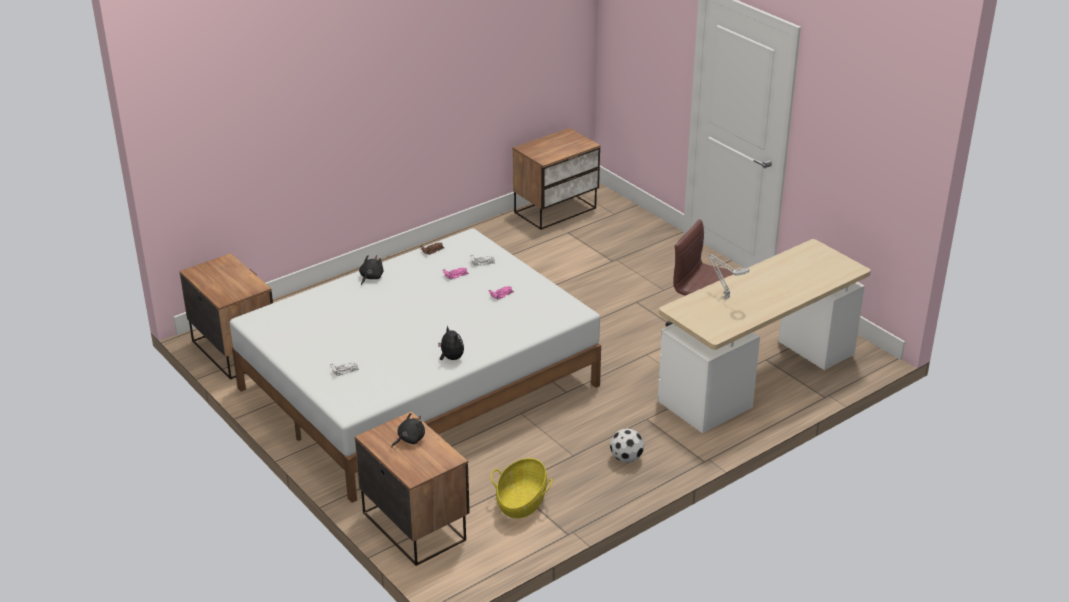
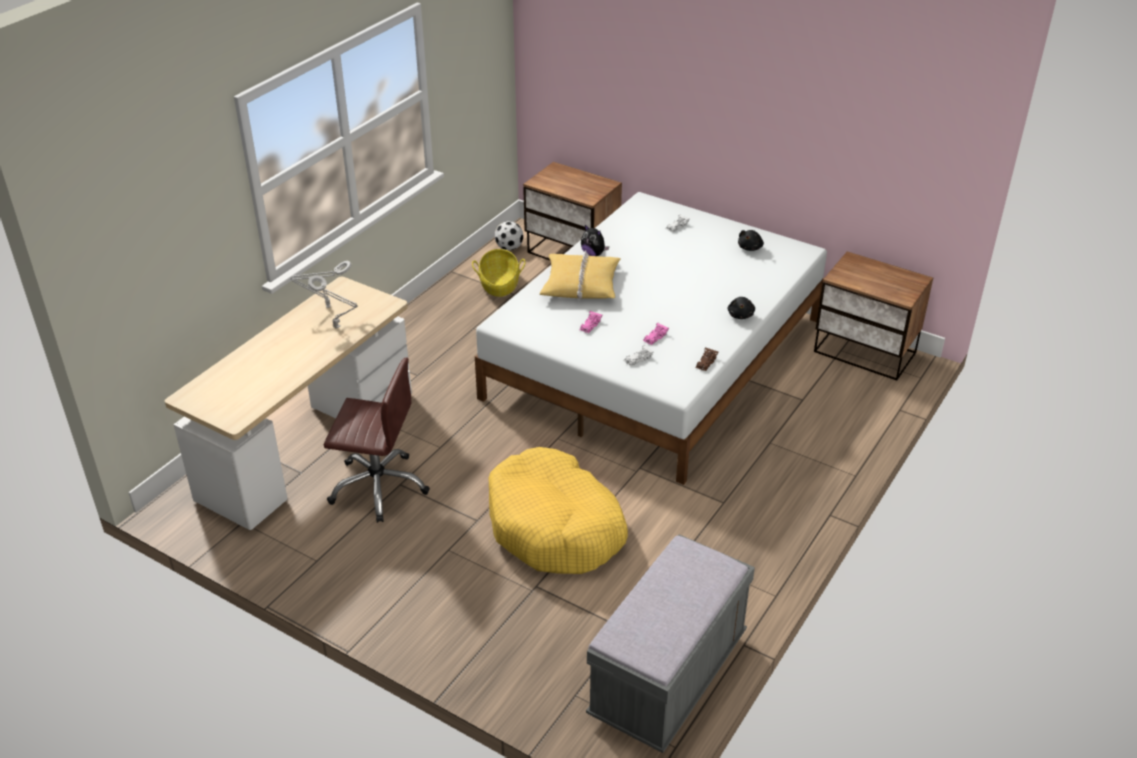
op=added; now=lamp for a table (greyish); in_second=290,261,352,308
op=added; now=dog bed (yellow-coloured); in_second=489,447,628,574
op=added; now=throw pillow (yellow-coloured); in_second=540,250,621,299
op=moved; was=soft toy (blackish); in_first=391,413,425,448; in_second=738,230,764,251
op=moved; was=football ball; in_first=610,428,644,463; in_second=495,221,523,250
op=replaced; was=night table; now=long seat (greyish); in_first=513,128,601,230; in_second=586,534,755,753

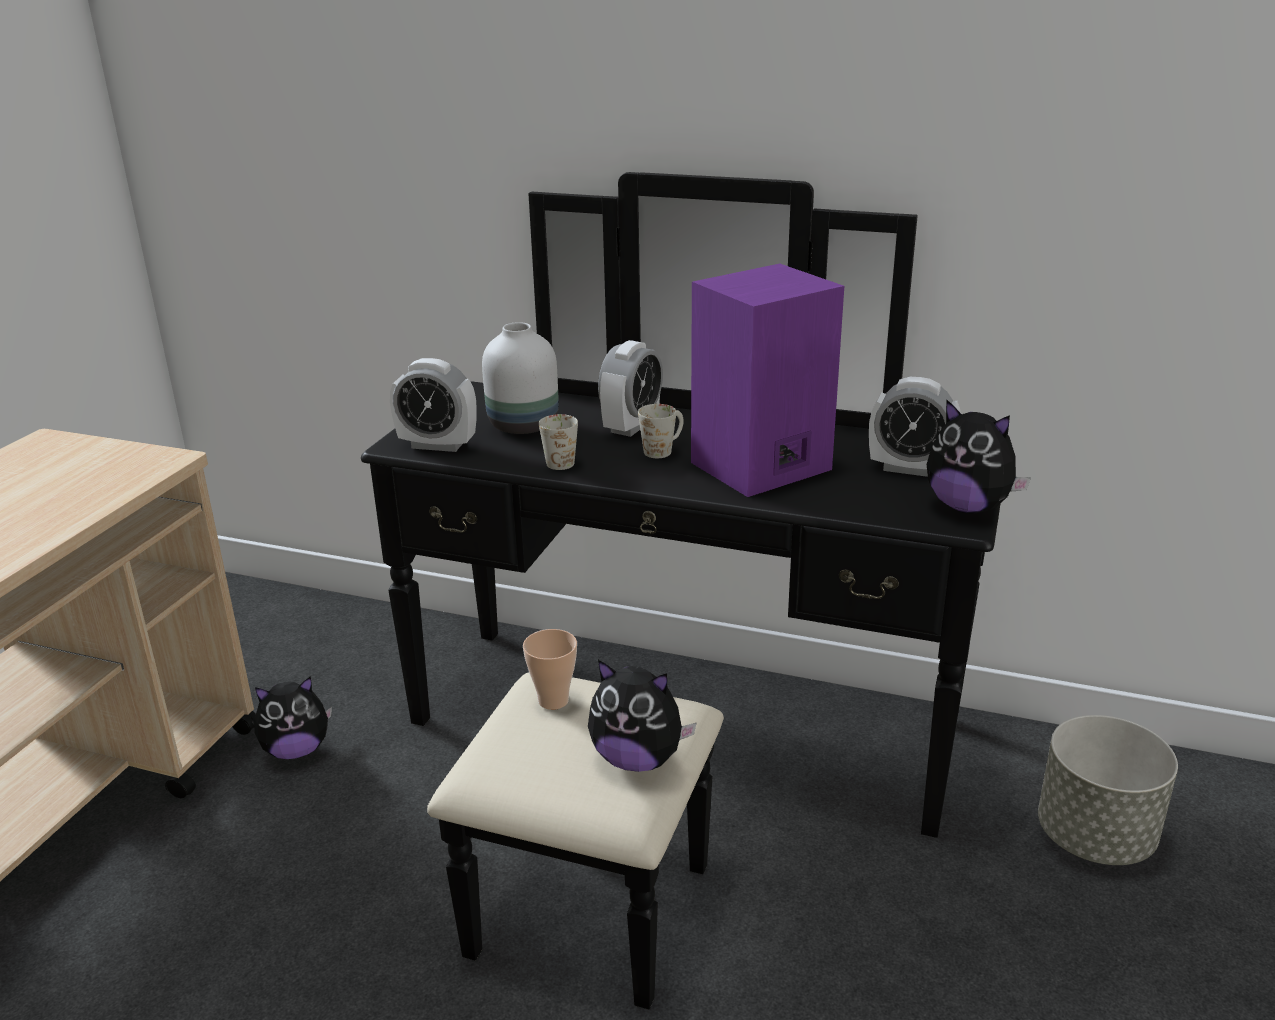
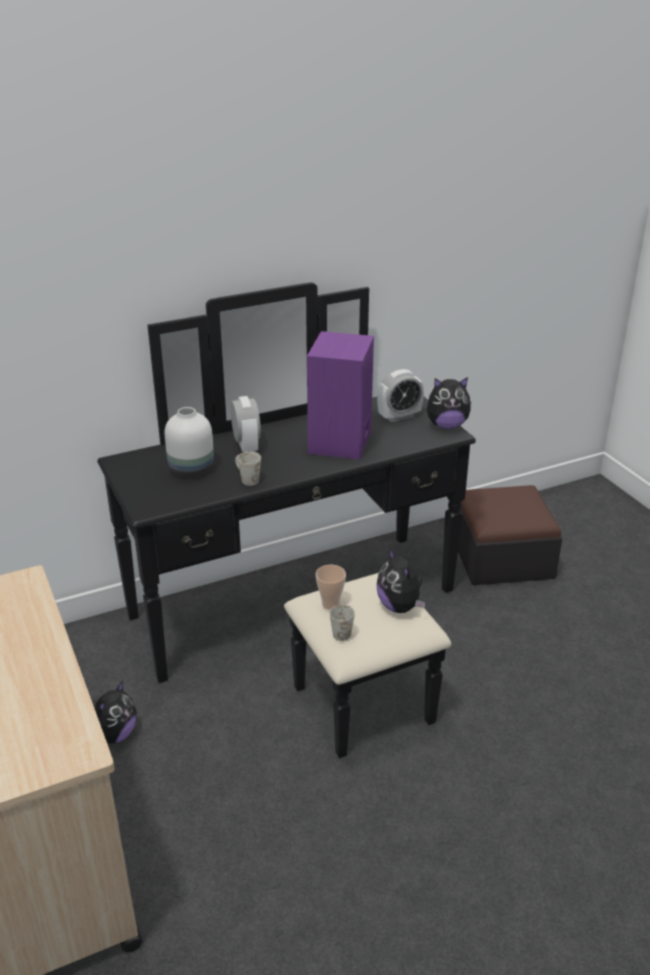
op=removed; was=bedside clock; in_first=390,358,477,452
op=moved; was=mug (whitish); in_first=638,404,683,458; in_second=330,604,355,641
op=replaced; was=planter (greyish); now=ottoman; in_first=1038,715,1178,865; in_second=458,485,562,585
op=turned; was=soft toy; in_first=588,660,696,772; in_second=377,548,426,613; clockwise=90

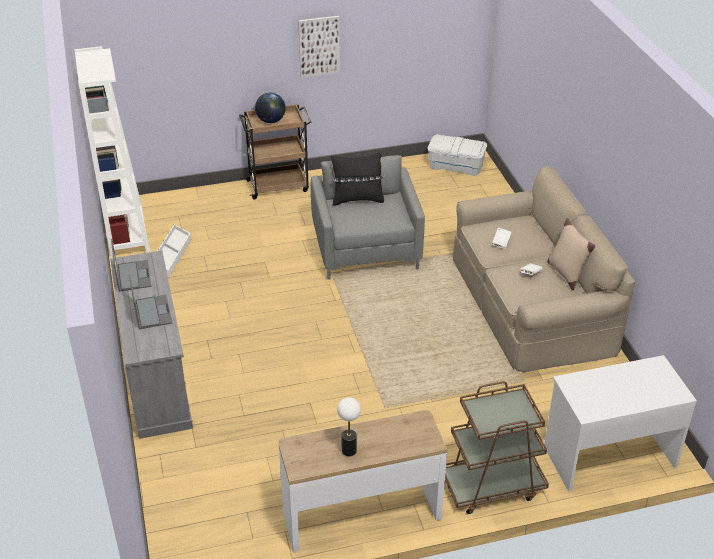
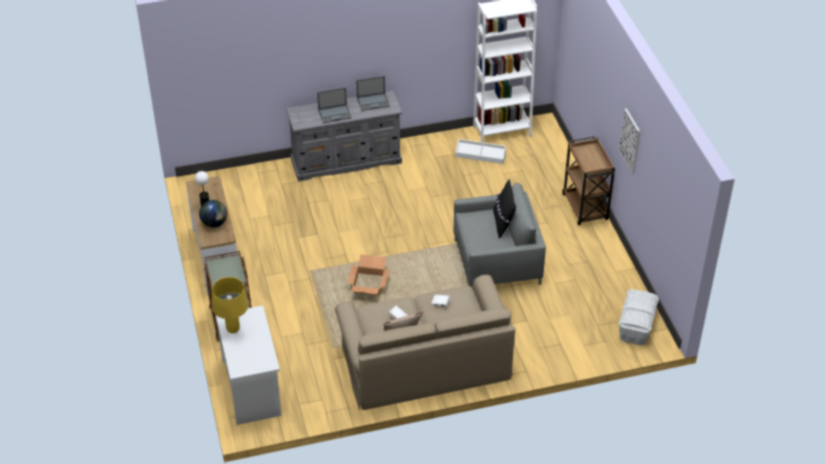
op=added; now=lamp for a table (yellow-coloured); in_second=212,277,249,333
op=added; now=packing box; in_second=348,254,390,295
op=moved; was=desk globe; in_first=255,93,286,123; in_second=199,200,227,228

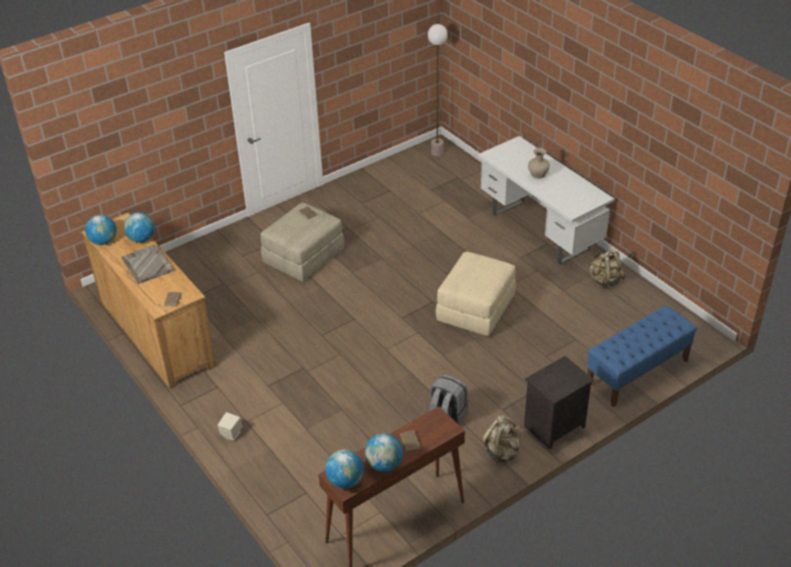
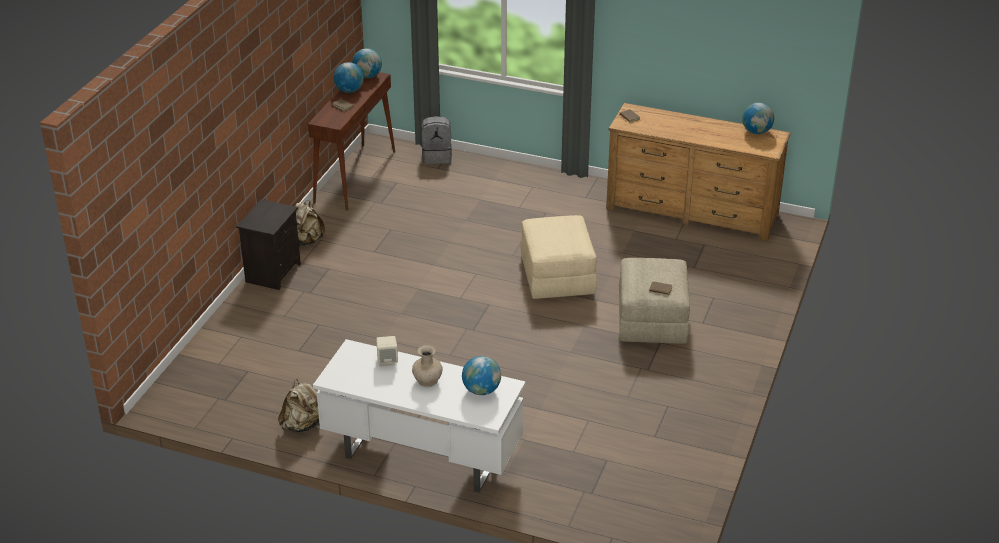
op=removed; was=carrying tray (greyish); in_first=121,244,174,284
op=removed; was=floor lamp; in_first=428,24,448,156
op=removed; was=long seat (blue-coloured); in_first=587,306,697,407
op=moved; was=desk globe; in_first=124,212,155,243; in_second=462,356,501,395
op=moved; was=speaker (beige); in_first=218,412,243,440; in_second=376,336,398,367
op=moved; was=knapsack (greyish); in_first=429,374,469,425; in_second=422,116,452,164
op=moved; was=ottoman (beige); in_first=436,252,516,336; in_second=520,215,597,299

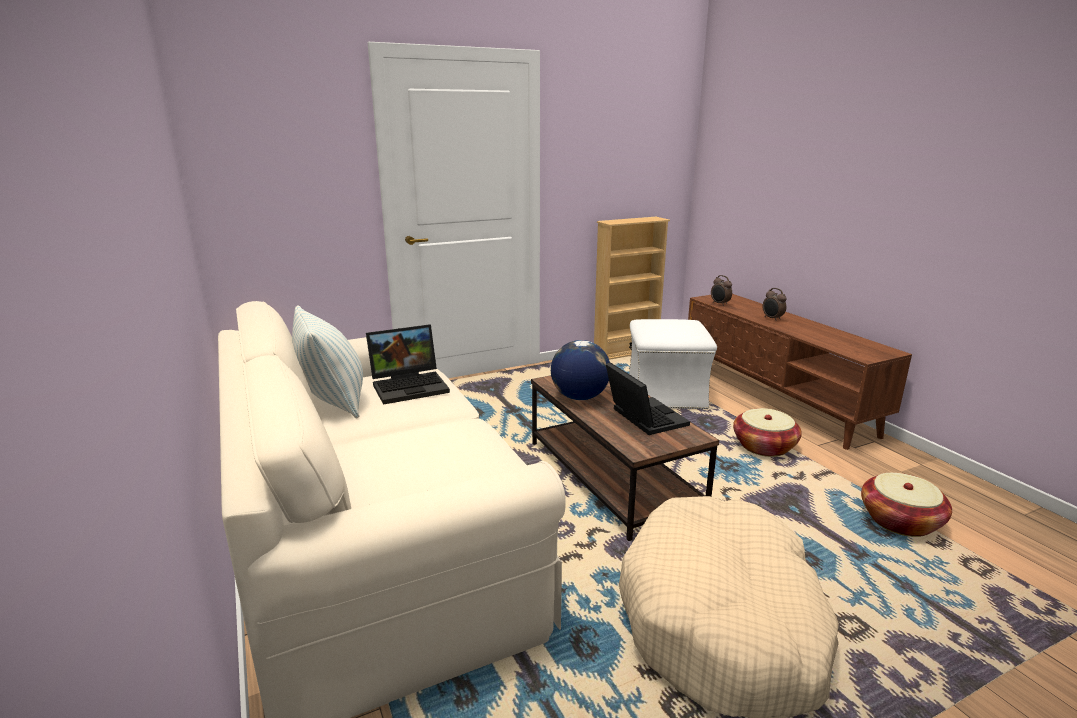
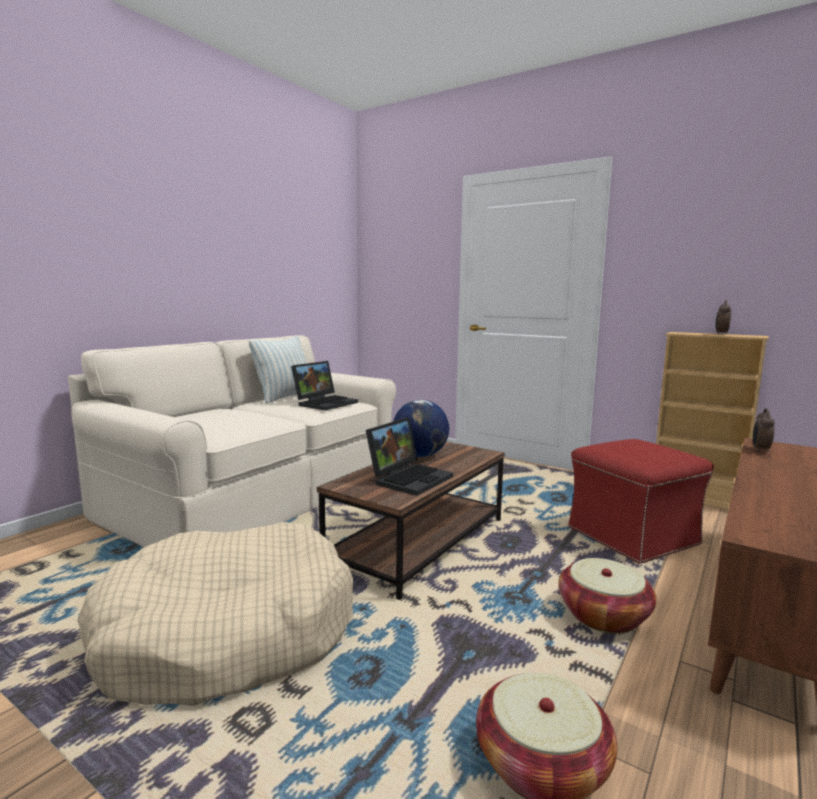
op=moved; was=bedside clock; in_first=763,288,786,321; in_second=716,300,731,334
op=recoloured; was=ottoman (whitish); now=ottoman (red); in_first=629,319,717,409; in_second=568,439,714,564
op=turned; was=portable computer; in_first=366,324,450,405; in_second=291,361,358,411; clockwise=-90

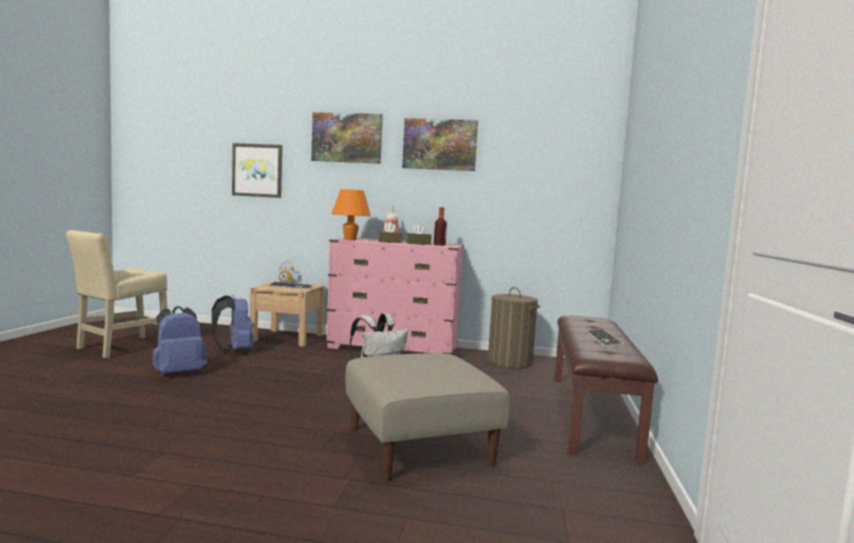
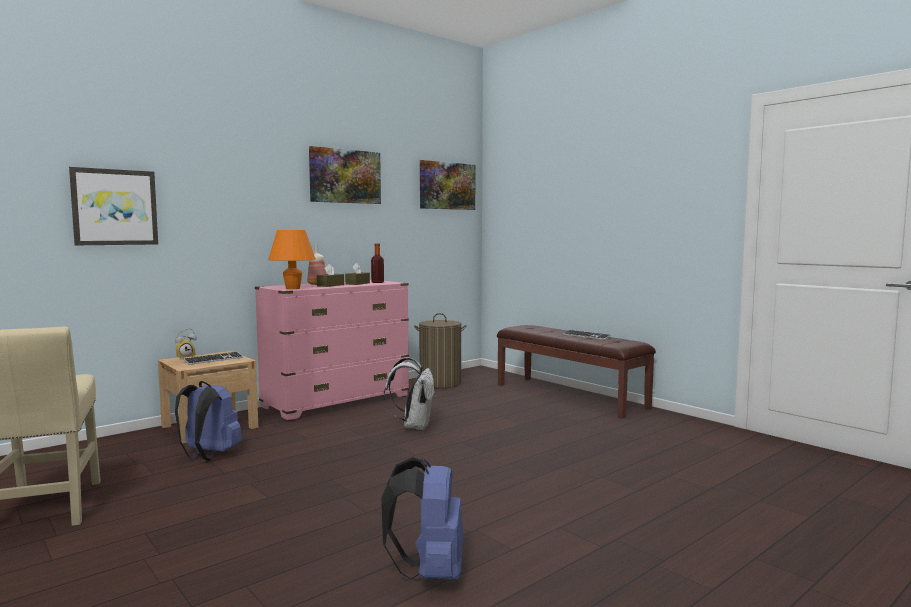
op=removed; was=ottoman (beige); in_first=345,353,510,482
op=moved; was=knapsack (blue-coloured); in_first=153,306,207,374; in_second=381,457,464,580
op=moved; was=picture; in_first=311,112,383,164; in_second=420,160,475,210

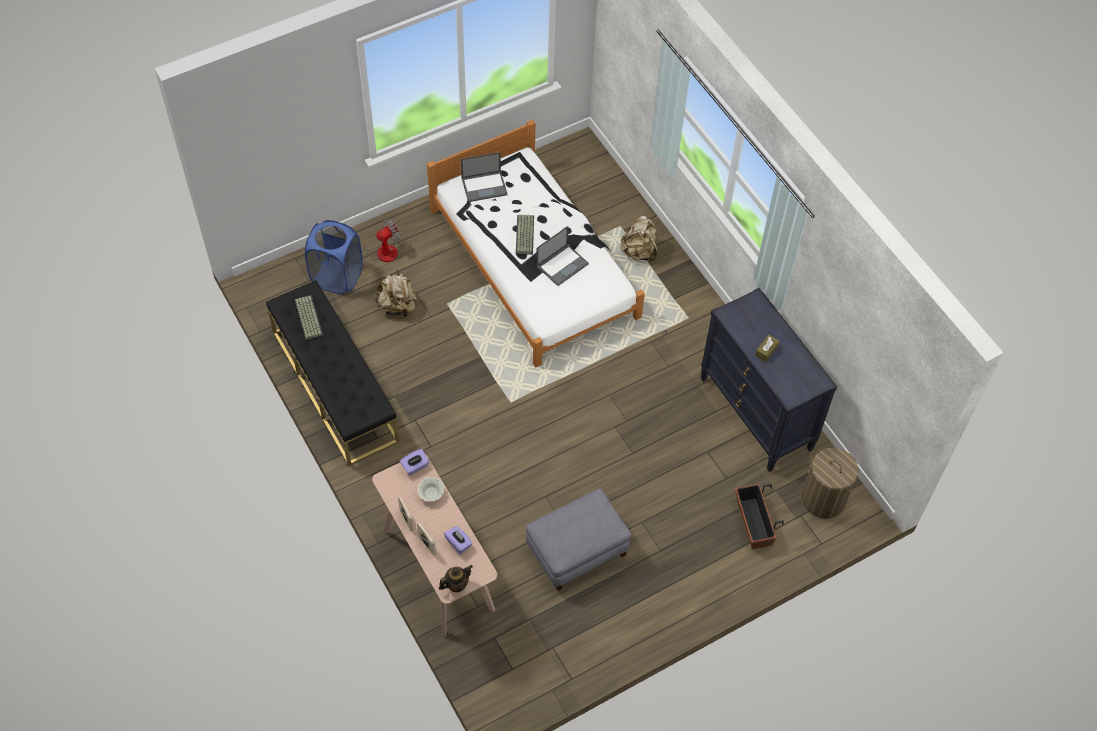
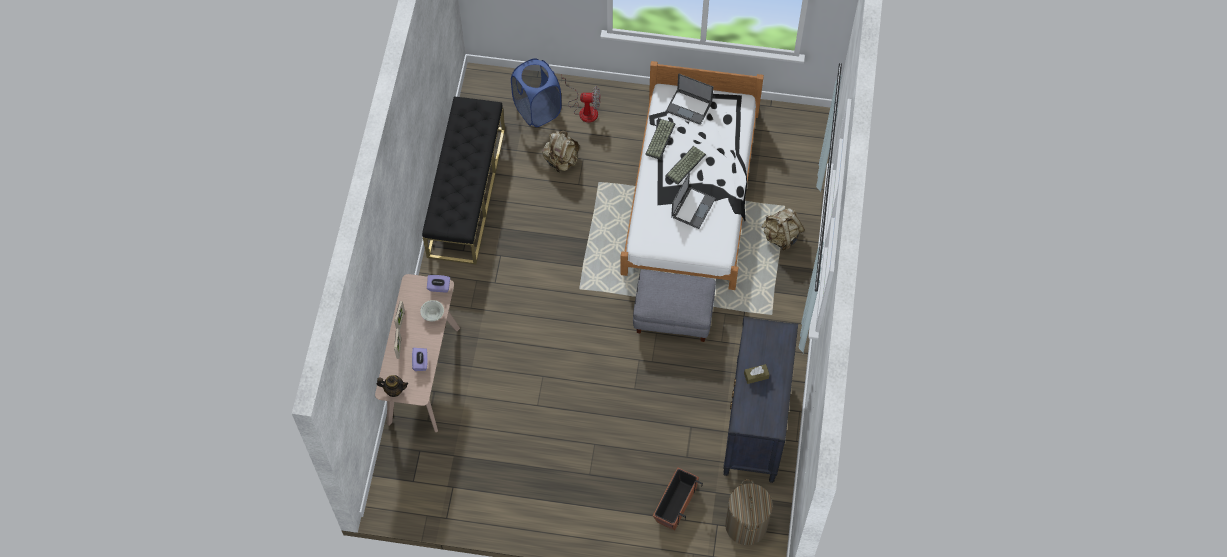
op=moved; was=keyboard; in_first=294,295,323,340; in_second=645,119,676,160
op=moved; was=ottoman (greyish); in_first=526,488,632,591; in_second=633,270,716,342
op=turned; was=portable computer; in_first=536,226,589,286; in_second=671,172,716,229; clockwise=-60

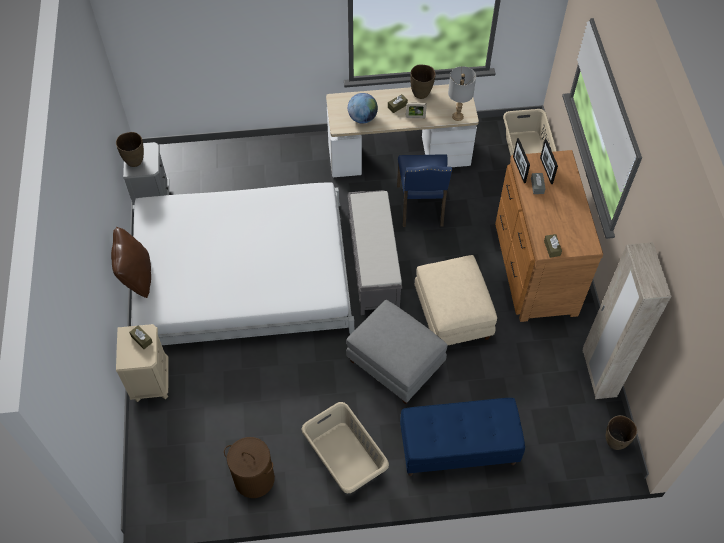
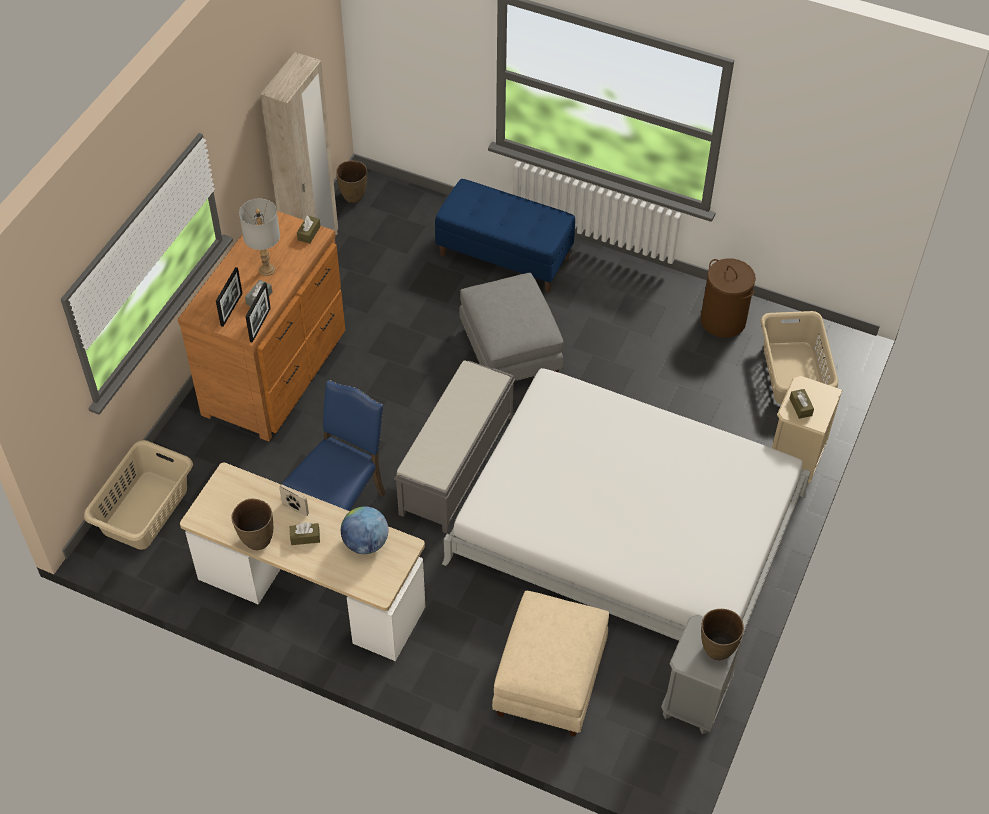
op=removed; was=throw pillow (brownish); in_first=111,227,151,298
op=moved; was=hamper (beige); in_first=302,402,389,493; in_second=760,311,838,405
op=moved; was=ottoman (beige); in_first=415,255,497,346; in_second=492,591,609,736
op=moved; was=lamp for a table (greyish); in_first=448,66,476,121; in_second=239,199,280,276

